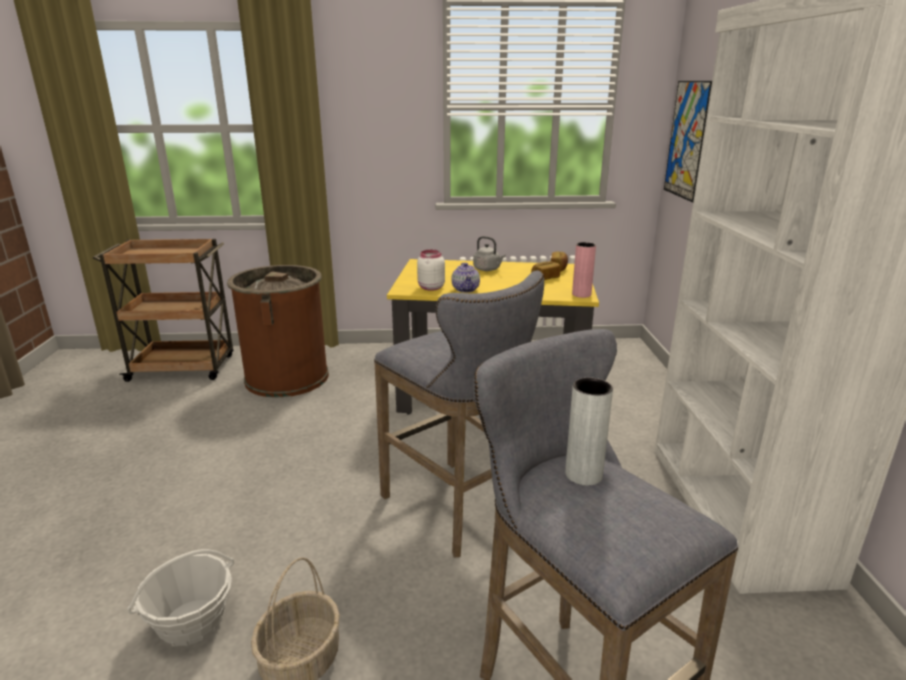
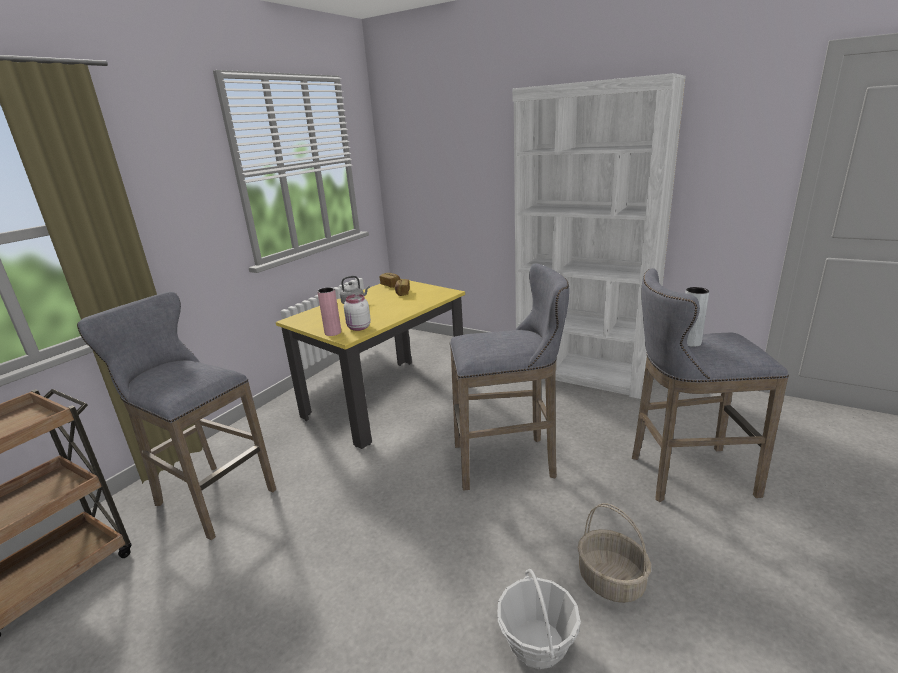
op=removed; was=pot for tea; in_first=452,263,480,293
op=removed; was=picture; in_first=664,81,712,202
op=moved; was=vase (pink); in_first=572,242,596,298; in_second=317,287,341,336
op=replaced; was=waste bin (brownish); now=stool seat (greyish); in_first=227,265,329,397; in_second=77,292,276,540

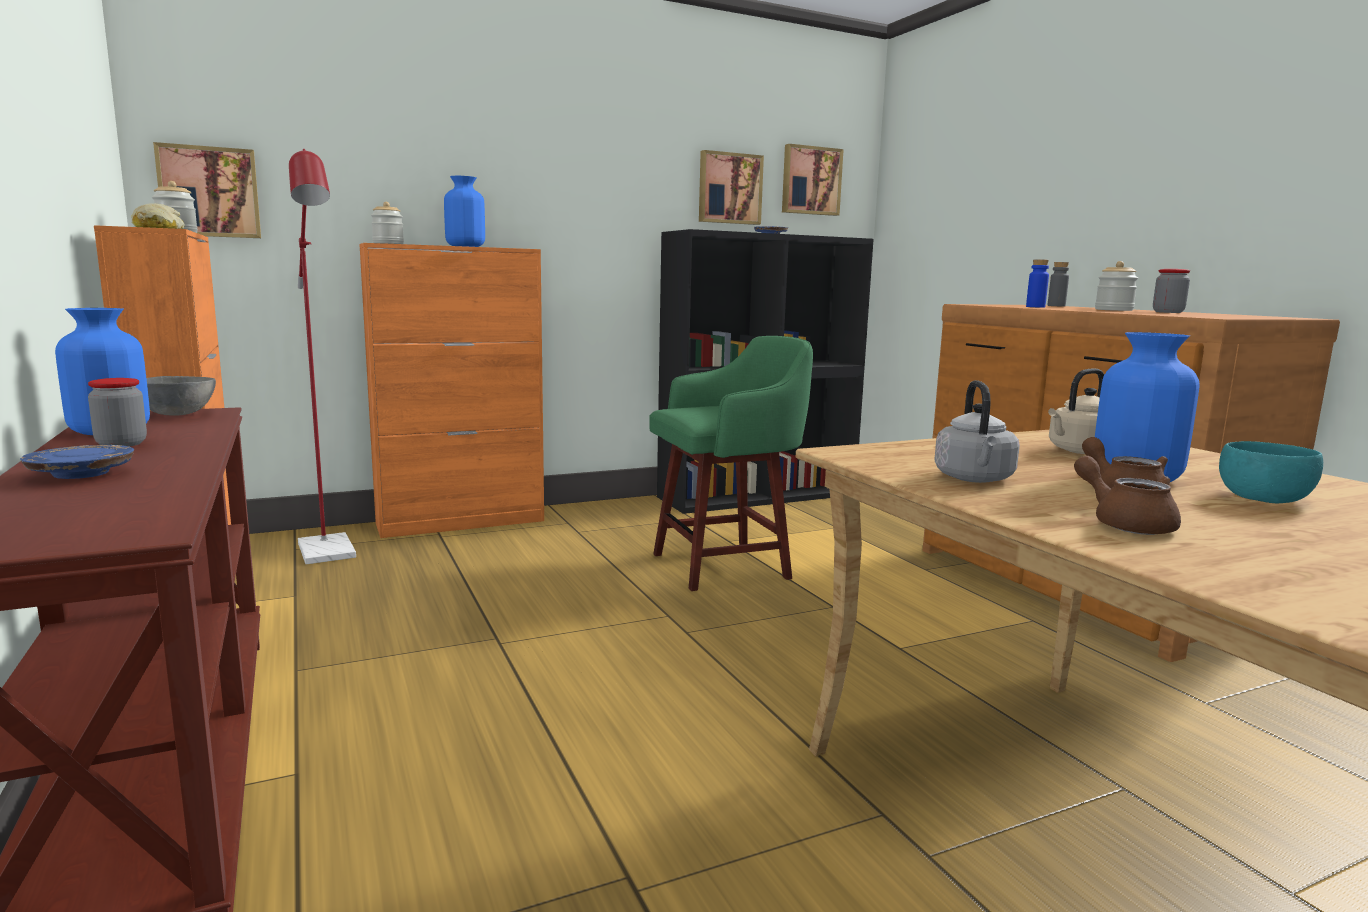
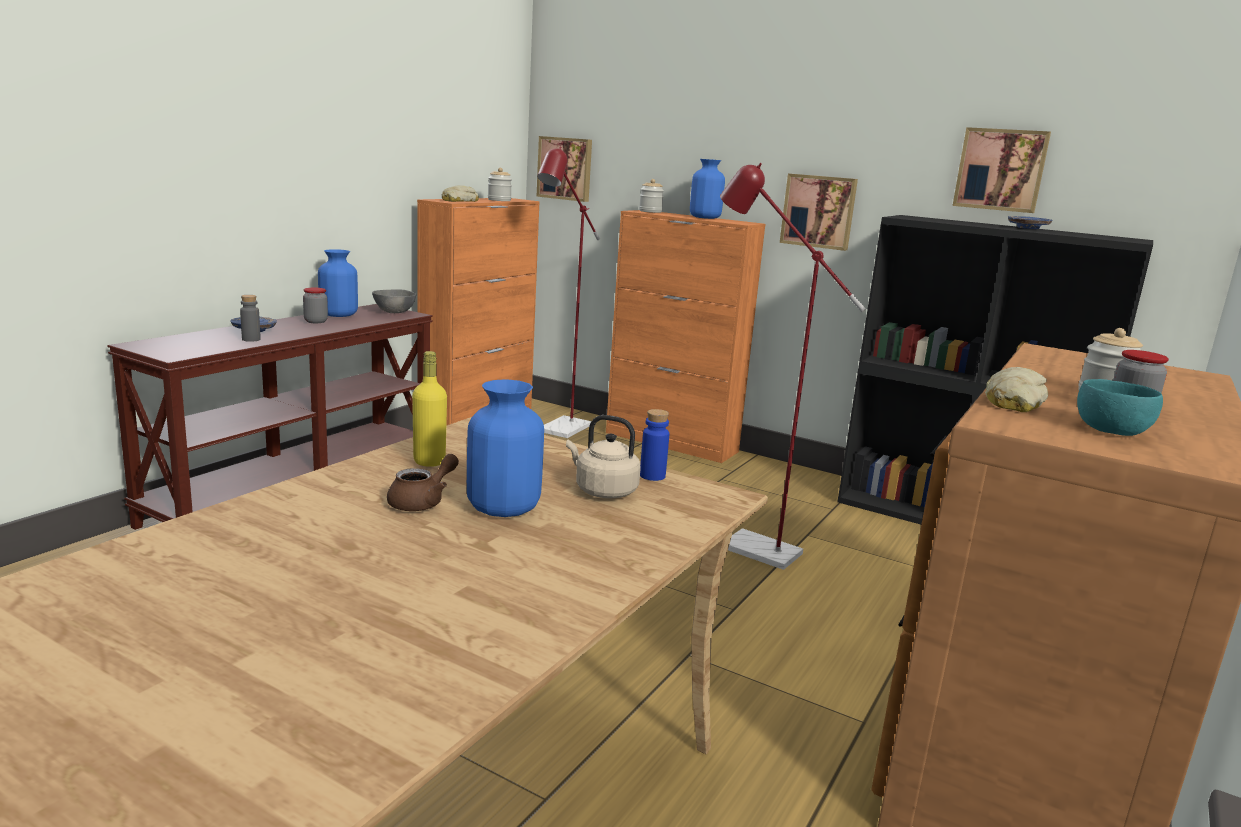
op=removed; was=pot for tea (brownish); in_first=1074,456,1181,535
op=added; now=baked bread; in_second=985,367,1048,412
op=moved; was=picture; in_first=782,144,844,216; in_second=780,174,858,251
op=moved; was=bottle (blue-coloured); in_first=1026,259,1049,308; in_second=640,409,669,481
op=moved; was=bottle (greyish); in_first=1048,262,1069,306; in_second=240,295,261,342
op=moved; was=serving bowl (turquoise-coloured); in_first=1219,441,1323,504; in_second=1077,379,1163,436
op=replaced; was=stool seat (greenish); now=floor lamp (red); in_first=649,336,813,591; in_second=720,163,866,570
op=replaced; was=kettle (greyish); now=bottle (yellow-coloured); in_first=934,380,1020,483; in_second=412,351,447,467

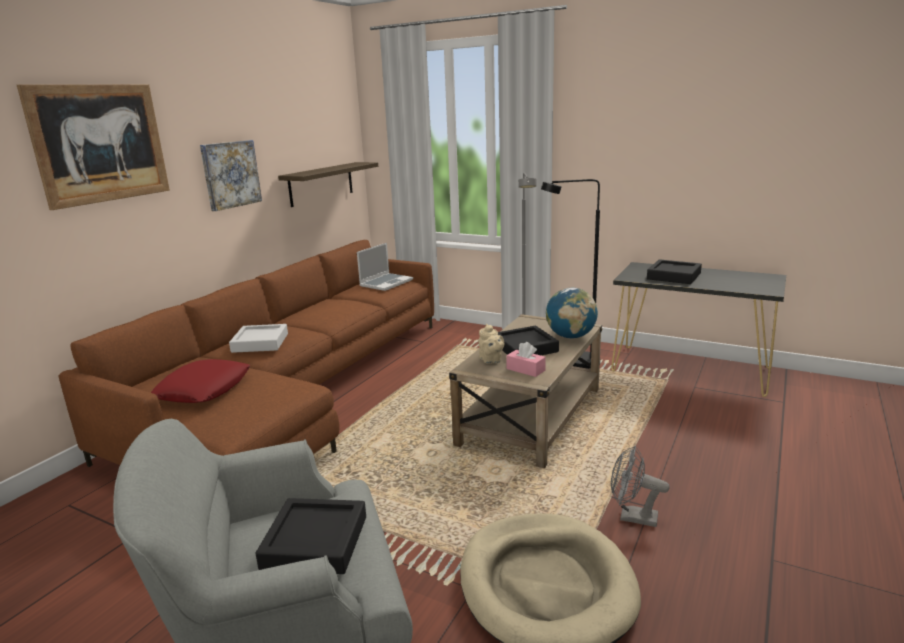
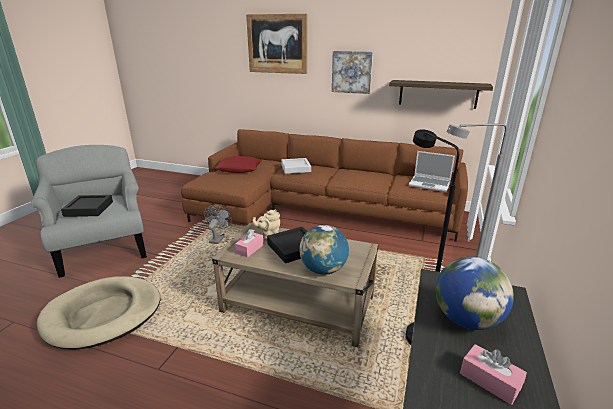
op=added; now=box of tissues (pink); in_second=460,344,527,405
op=moved; was=electric fan (greyish); in_first=611,446,670,527; in_second=204,205,232,244
op=replaced; was=carrying tray (blackish); now=desk globe; in_first=647,259,702,284; in_second=436,257,514,330

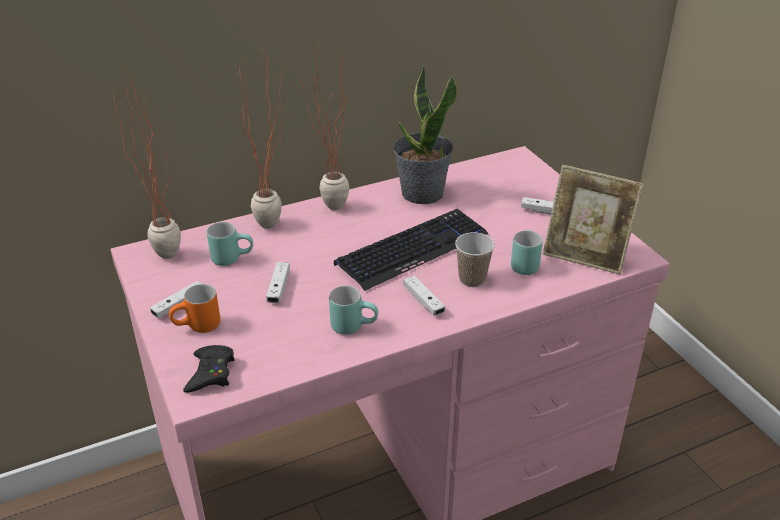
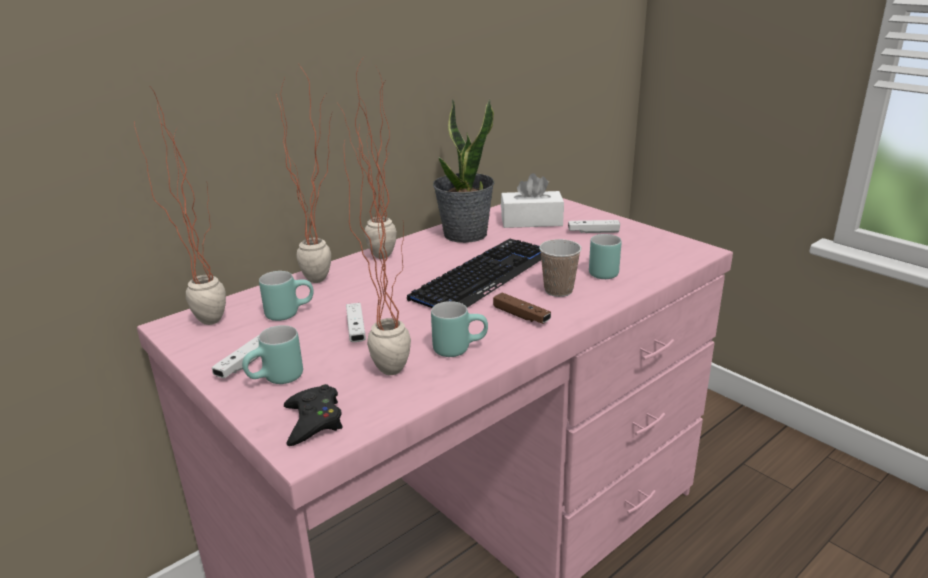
op=removed; was=picture frame; in_first=543,165,644,275
op=added; now=houseplant; in_second=344,106,411,375
op=added; now=box of tissues (whitish); in_second=501,173,564,228
op=recoloured; was=mug (orangey); now=mug (turquoise-coloured); in_first=169,284,220,333; in_second=242,325,303,384
op=recoloured; was=gamepad (whitish); now=gamepad (brownish); in_first=404,275,445,316; in_second=493,293,551,324

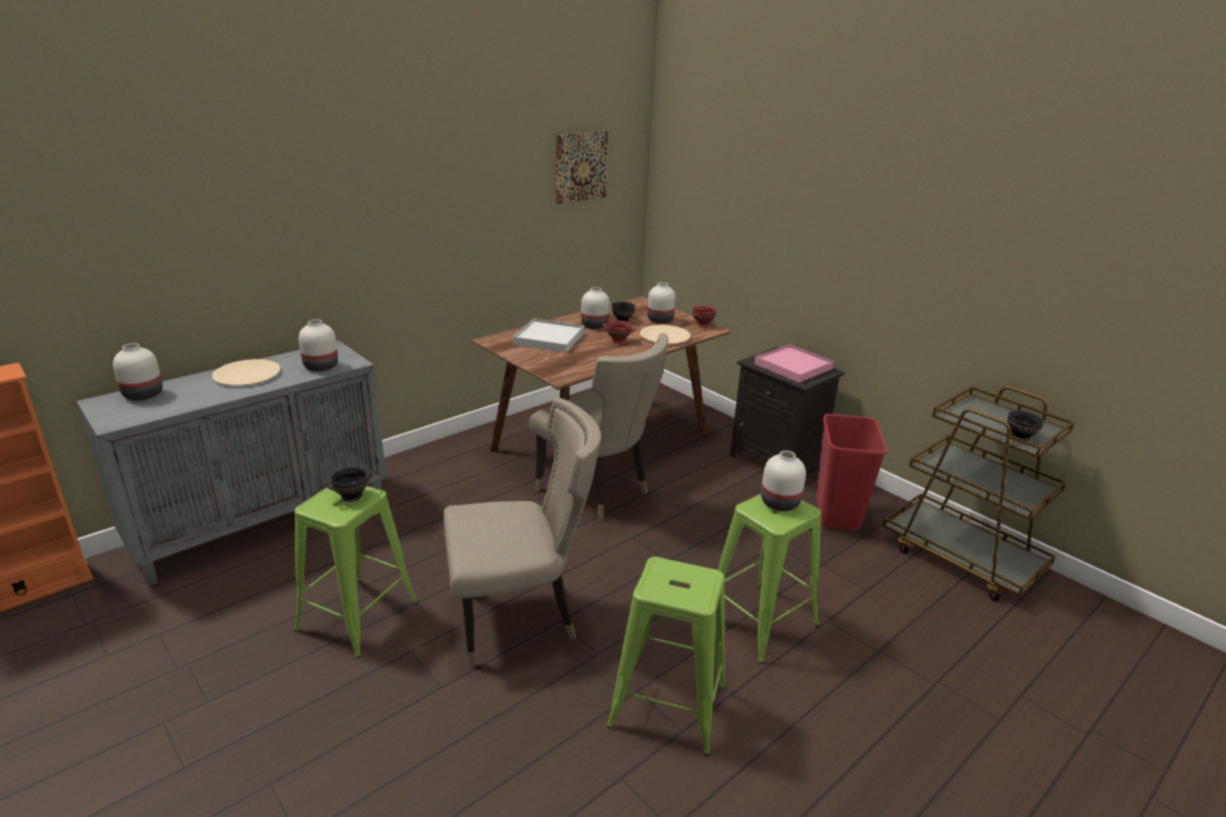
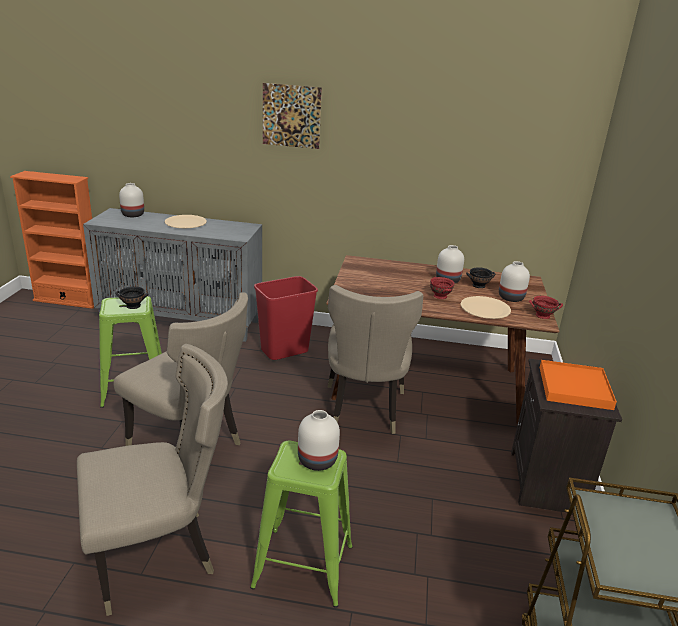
op=removed; was=vase (whitish); in_first=299,319,338,371
op=removed; was=carrying tray (whitish); in_first=513,319,584,353
op=removed; was=serving bowl (blackish); in_first=1007,410,1044,441
op=moved; was=picture; in_first=556,131,608,204; in_second=263,83,322,149
op=moved; was=waste bin (red); in_first=816,414,887,531; in_second=254,276,318,360
op=replaced; was=stool seat (greenish); now=chair (beige); in_first=607,557,726,756; in_second=77,344,228,616
op=recoloured; was=carrying tray (pink); now=carrying tray (orangey); in_first=754,344,834,383; in_second=540,360,617,410

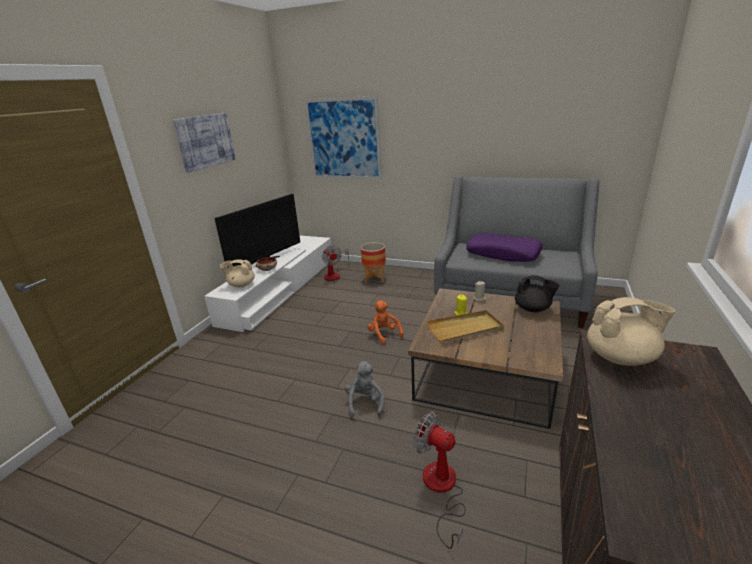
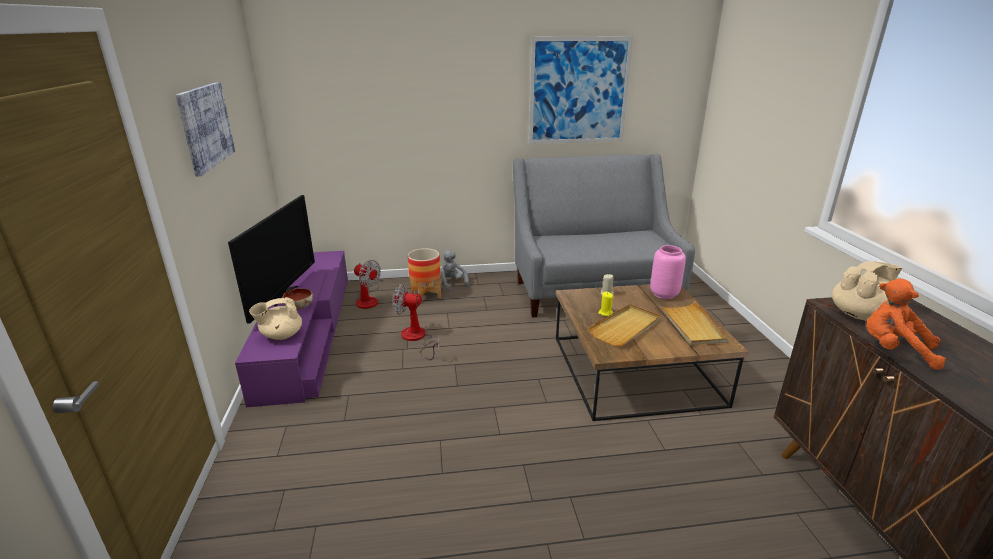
op=removed; was=throw pillow (purplish); in_first=466,233,542,262
op=added; now=carrying tray (beige); in_second=658,301,728,345
op=moved; was=picture; in_first=305,96,382,179; in_second=529,37,633,144
op=moved; was=soft toy (greyish); in_first=345,361,385,417; in_second=440,250,469,291
op=moved; was=soft toy (orangey); in_first=367,300,403,344; in_second=866,278,946,370
op=moved; was=electric fan; in_first=414,412,466,549; in_second=393,284,440,360
op=replaced; was=pot for tea (blackish); now=vase (pink); in_first=515,275,560,313; in_second=650,245,686,299
op=recoloured; was=media console (whitish); now=media console (purplish); in_first=204,236,332,332; in_second=235,251,348,407

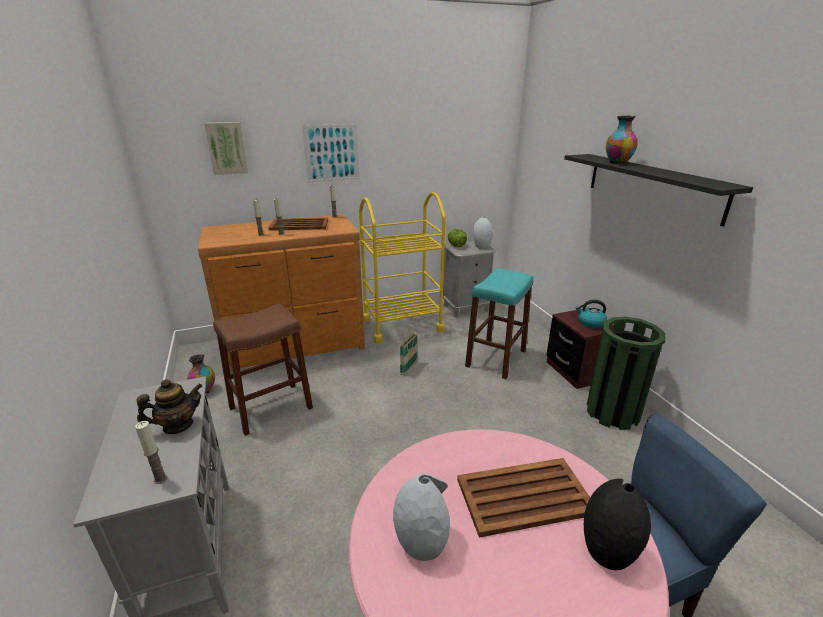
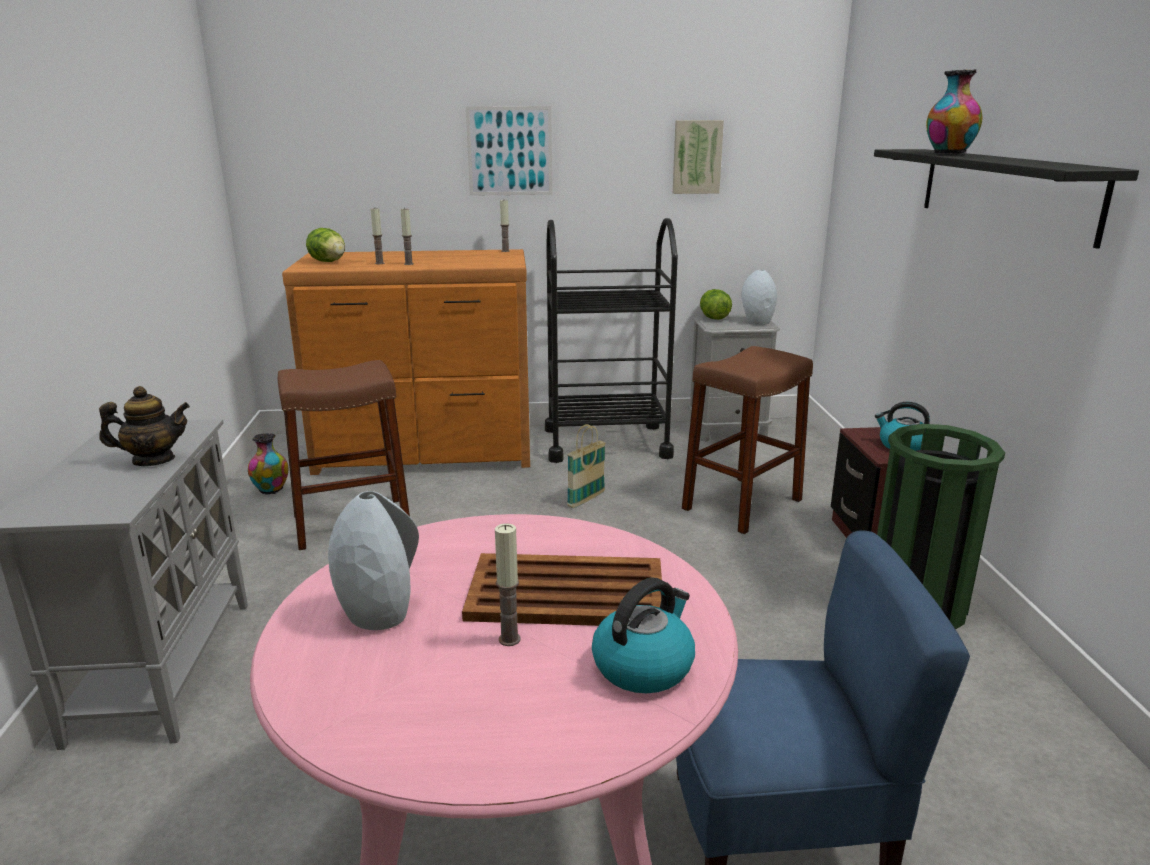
op=removed; was=carrying tray (brownish); in_first=268,218,328,231
op=added; now=head of lettuce; in_second=306,228,345,262
op=moved; was=wax light; in_first=135,421,167,484; in_second=495,523,520,646
op=moved; was=picture; in_first=204,122,248,175; in_second=673,120,724,194
op=replaced; was=vase (blackish); now=kettle; in_first=584,479,651,570; in_second=592,578,695,693
op=recoloured; was=cart (yellow-coloured); now=cart (blackish); in_first=359,192,446,344; in_second=545,218,678,463
op=recoloured; was=stool seat (turquoise-coloured); now=stool seat (brownish); in_first=465,268,533,379; in_second=682,346,813,534

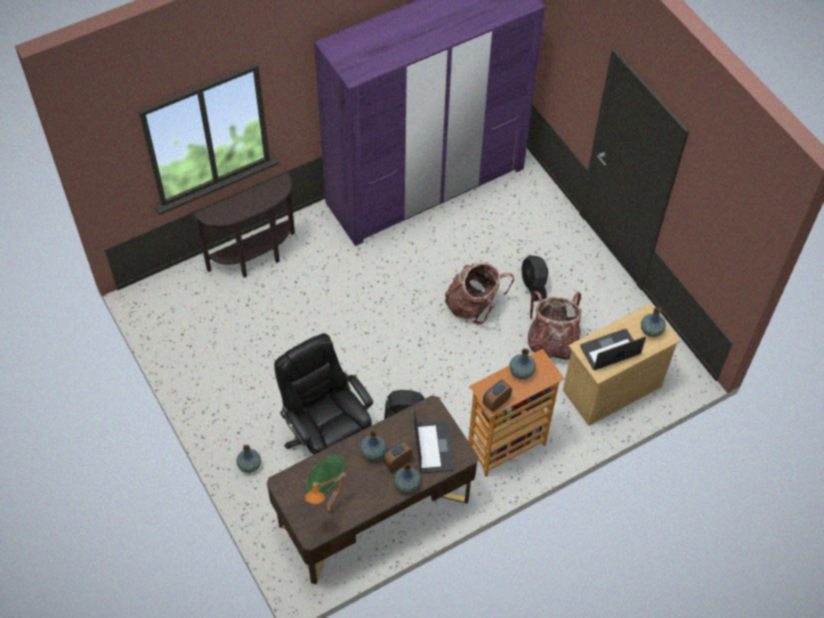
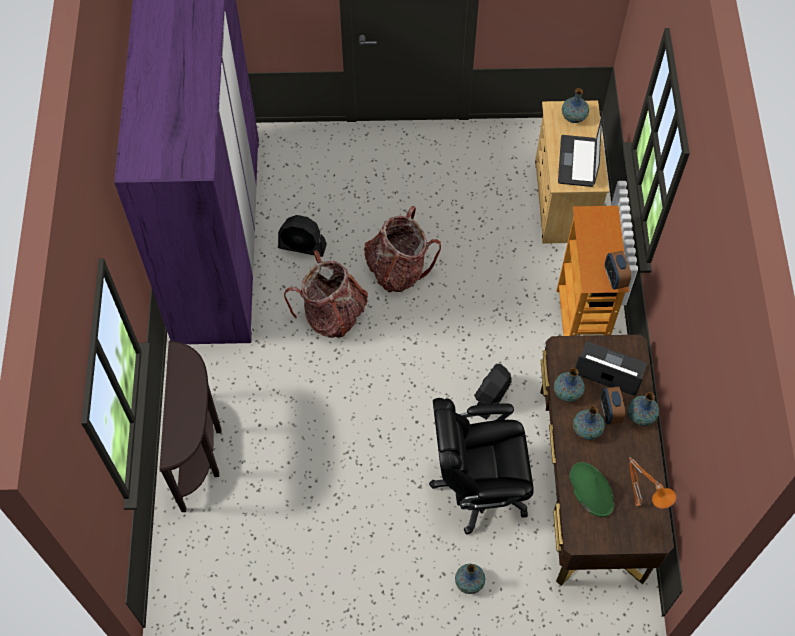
op=moved; was=vase; in_first=509,348,536,379; in_second=554,368,585,402
op=moved; was=electric fan (blackish); in_first=521,255,548,302; in_second=278,215,327,257
op=moved; was=knapsack; in_first=528,291,582,360; in_second=284,250,368,338

